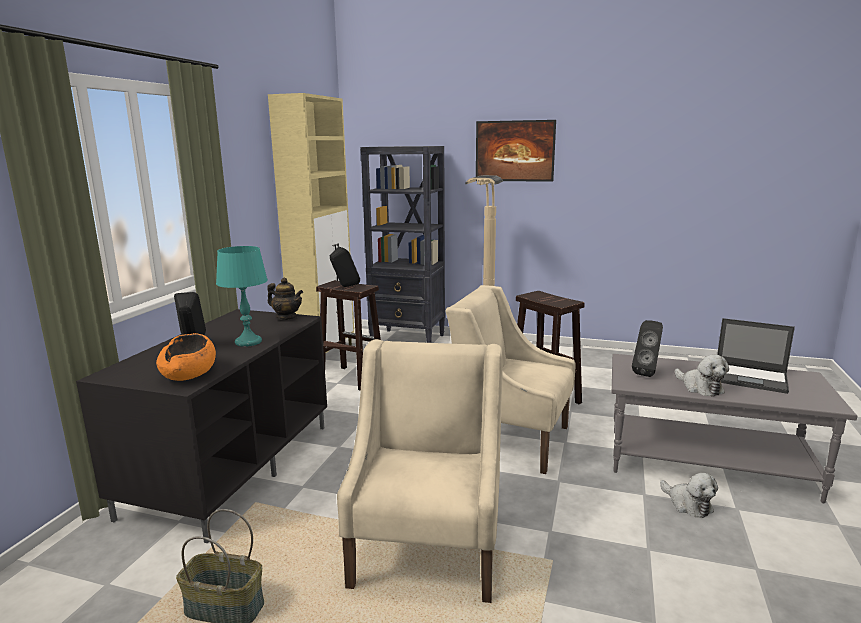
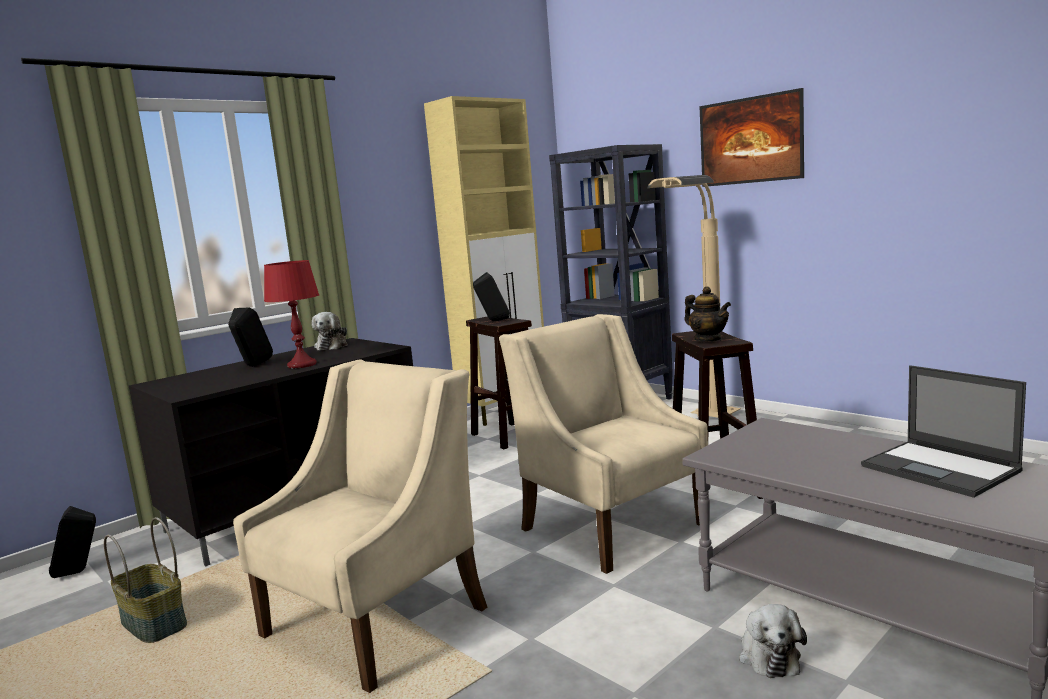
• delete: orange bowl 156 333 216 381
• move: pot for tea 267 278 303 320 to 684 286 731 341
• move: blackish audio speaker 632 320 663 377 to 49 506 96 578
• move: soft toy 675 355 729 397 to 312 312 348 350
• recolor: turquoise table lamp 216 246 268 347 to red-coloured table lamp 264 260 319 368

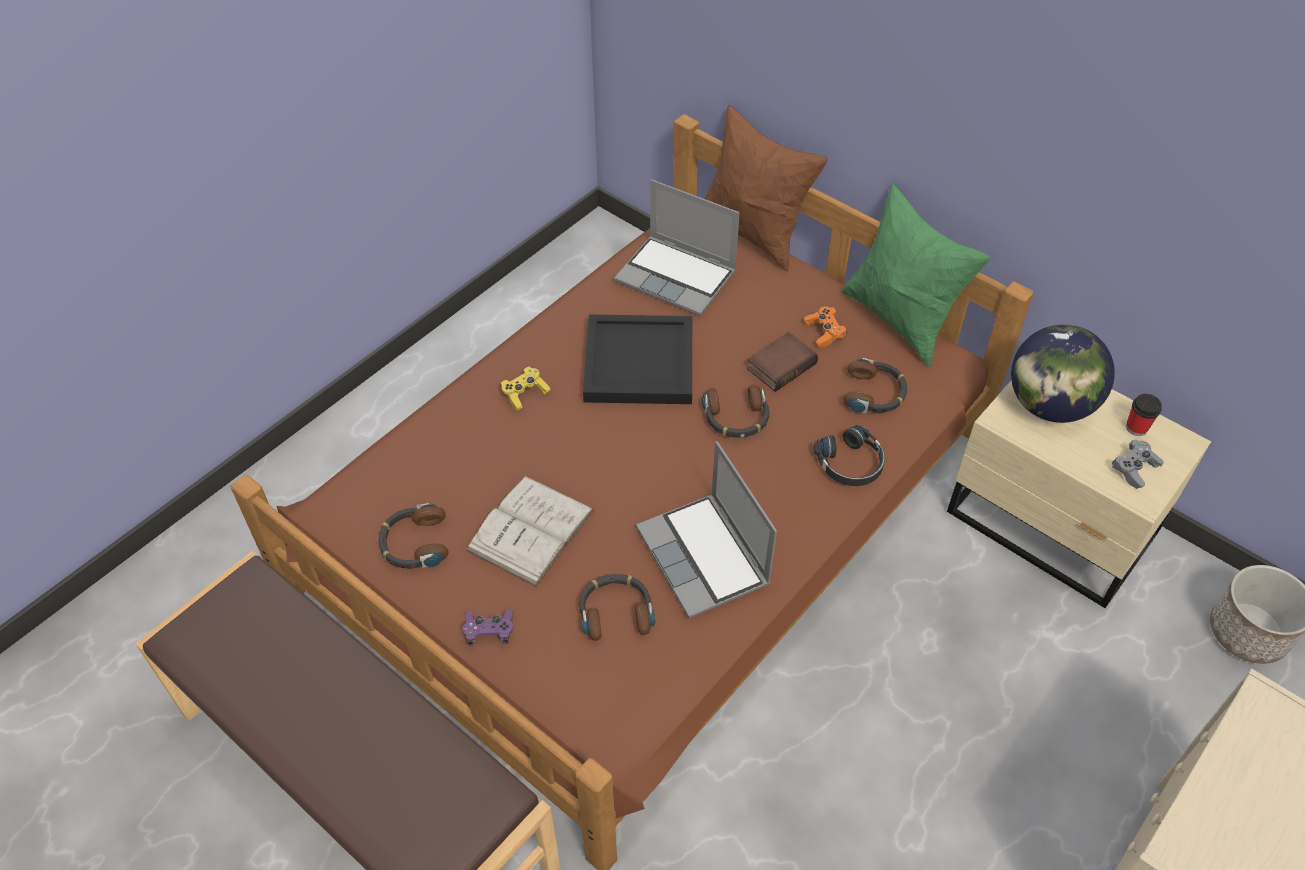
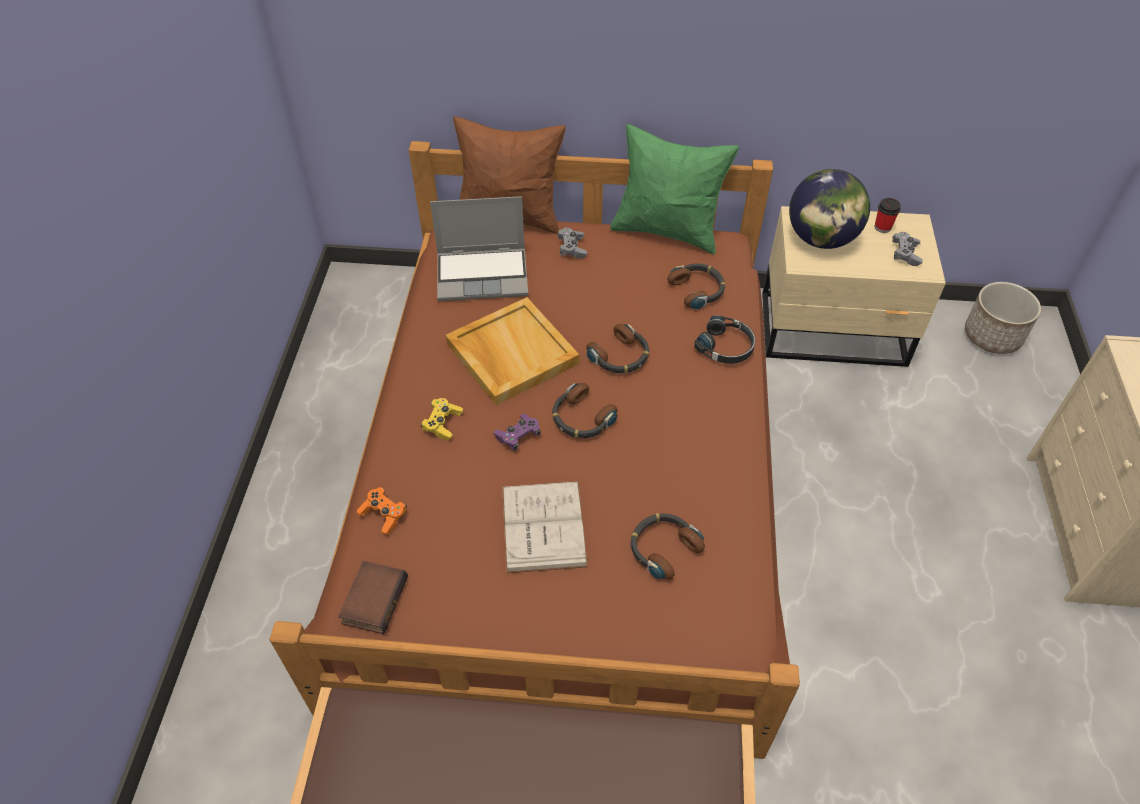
• delete: laptop 636 441 777 619
• insert: gray gamepad 557 227 587 259
• move: headphones 378 503 449 569 to 552 383 618 439
• move: purple gamepad 462 609 514 646 to 493 413 541 451
• move: bound book 747 332 818 392 to 338 561 408 634
• move: orange gamepad 804 306 848 348 to 357 487 407 534
• recolor: blackish tray 583 314 692 404 to beige-coloured tray 446 297 579 405

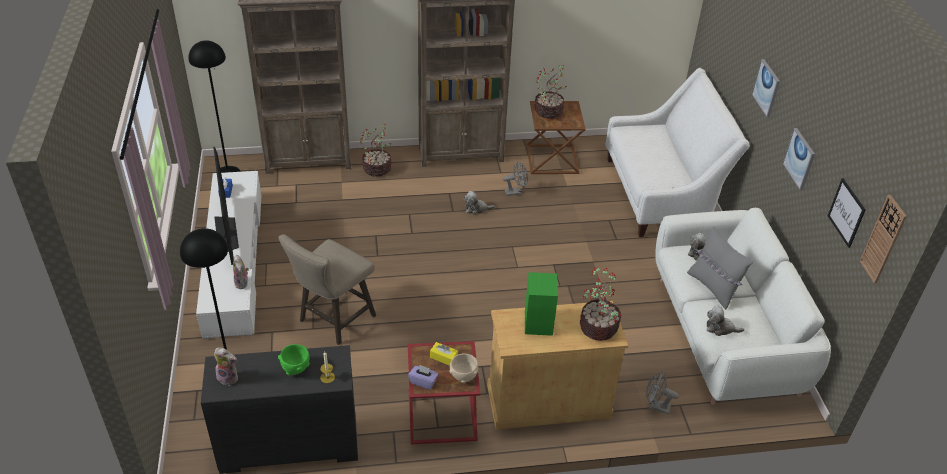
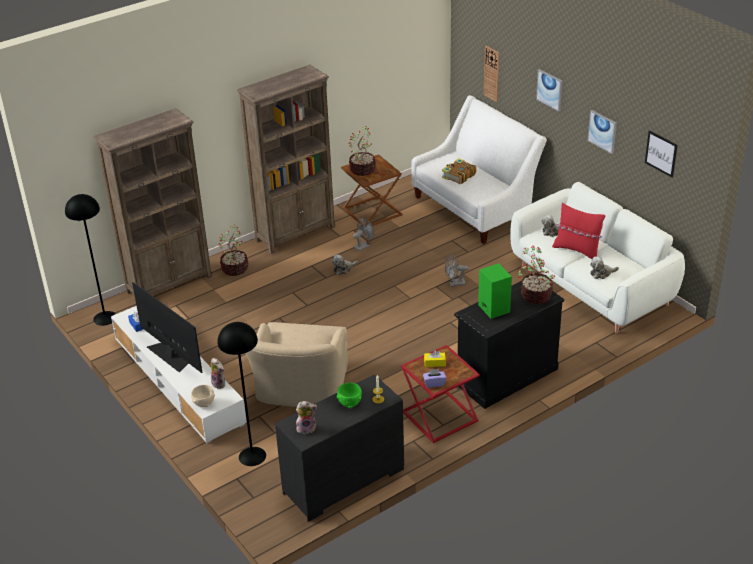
• insert: bound book 442 158 477 184
• move: beige-coloured bowl 449 354 478 383 to 191 385 215 407
• move: gray electric fan 646 371 679 414 to 445 255 469 287
• move: hanging clock 860 195 907 283 to 484 46 499 102
• replace: beige-coloured stool 279 234 376 345 to beige-coloured armchair 245 322 348 407
• recolor: beige-coloured storage cabinet 487 301 628 429 to blackish storage cabinet 454 281 564 409
• recolor: gray throw pillow 687 227 753 309 to red-coloured throw pillow 552 203 605 259

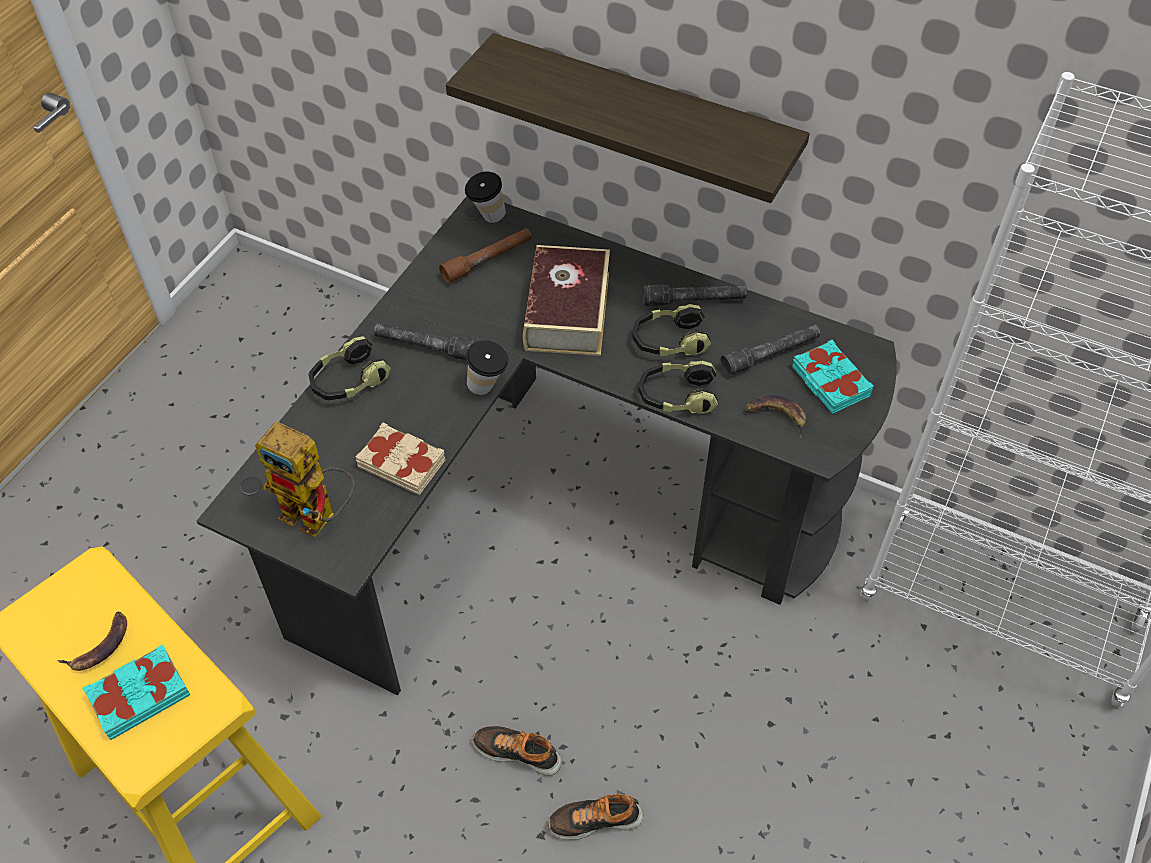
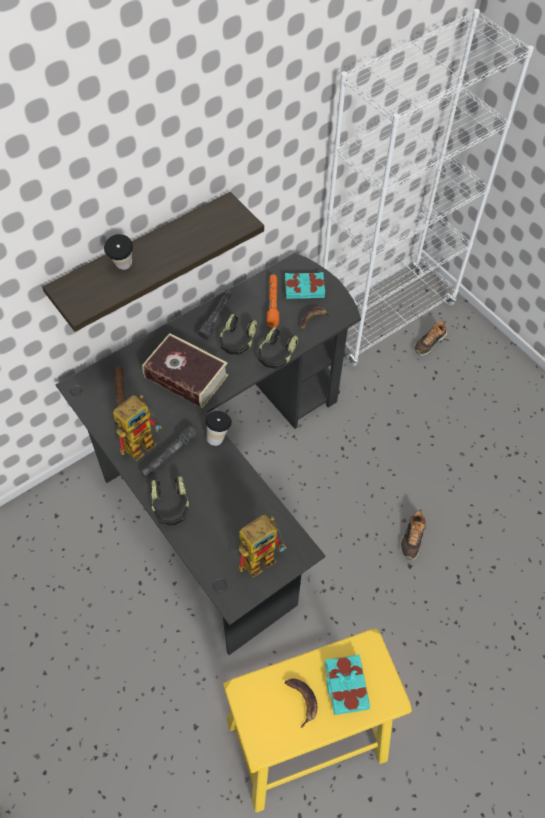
• delete: beige-coloured bound book 355 423 445 495
• insert: toy robot 113 395 162 461
• move: cup 465 172 506 223 to 104 234 133 270
• move: item of footwear 472 726 562 776 to 415 321 448 355
• recolor: gray torch 720 325 820 376 to orange torch 267 274 279 328

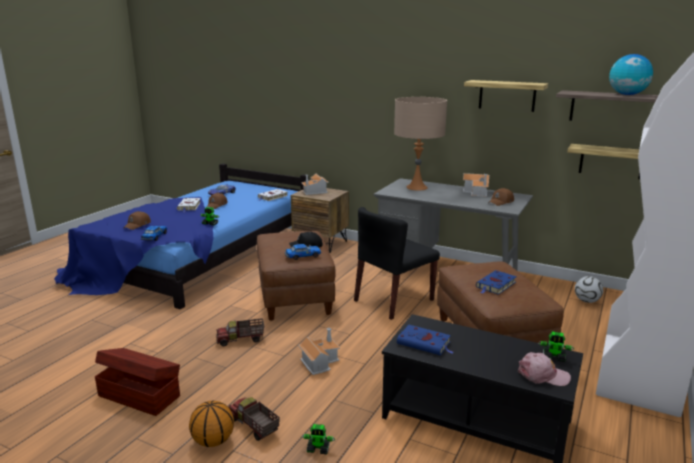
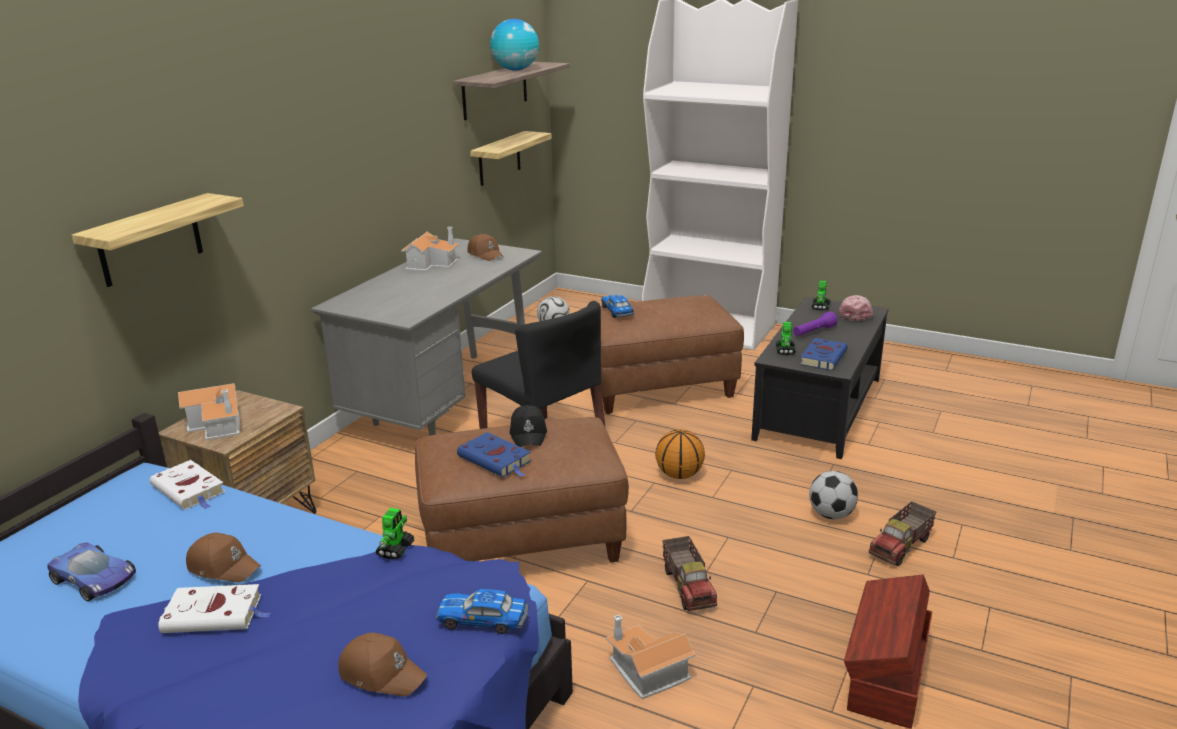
• delete: beige-coloured table lamp 394 97 447 191
• insert: purple torch 793 311 838 336
• insert: ball for football 809 471 858 519
• move: basketball ball 189 401 234 447 to 655 429 705 479
• move: miniature car 285 244 321 260 to 601 295 634 318
• move: model house 298 328 340 375 to 606 615 696 699
• move: toy robot 302 424 335 454 to 776 322 796 355
• move: bracket shelf 464 80 548 112 to 72 193 244 287
• move: blue bound book 476 270 517 295 to 457 432 531 477

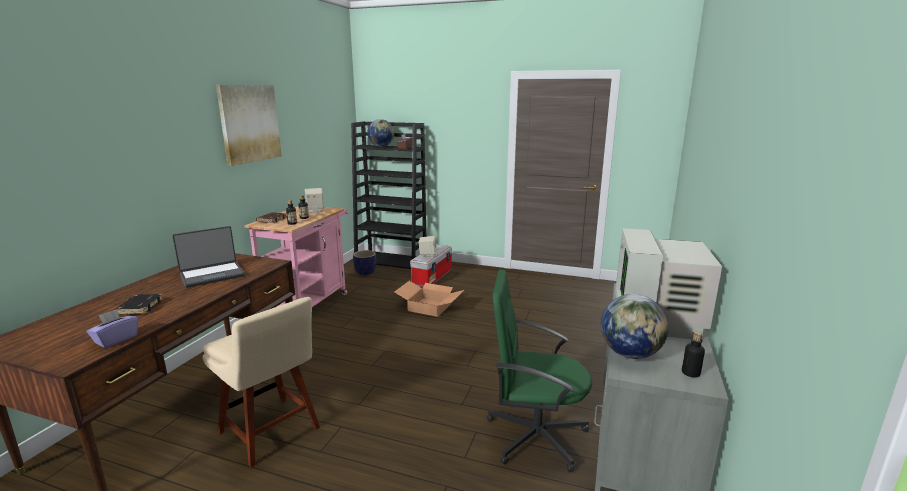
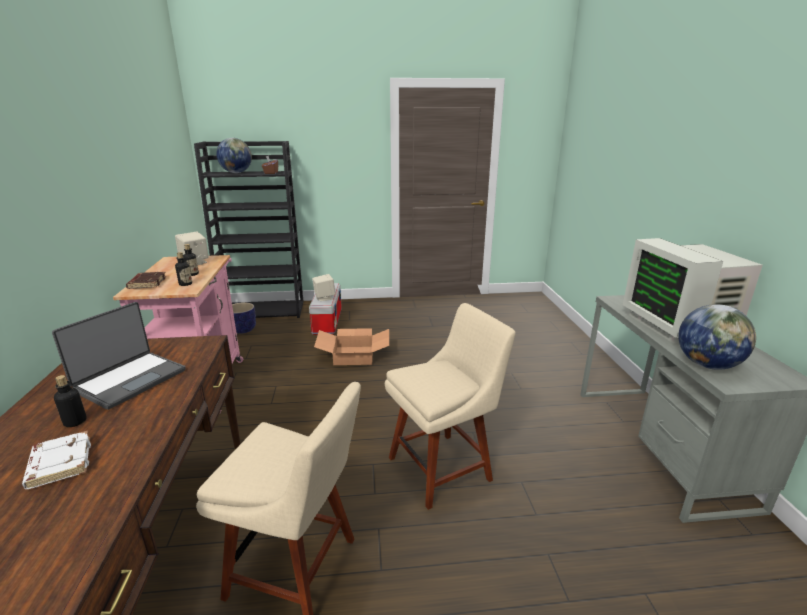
• delete: purple tissue holder 87 309 139 348
• delete: picture 216 85 282 166
• delete: green computer chair 487 270 592 472
• insert: beige-coloured plain chair 385 303 516 510
• move: beverage bottle 682 332 705 378 to 54 375 87 427
• recolor: blackish bound book 114 294 163 315 to whitish bound book 22 430 91 489

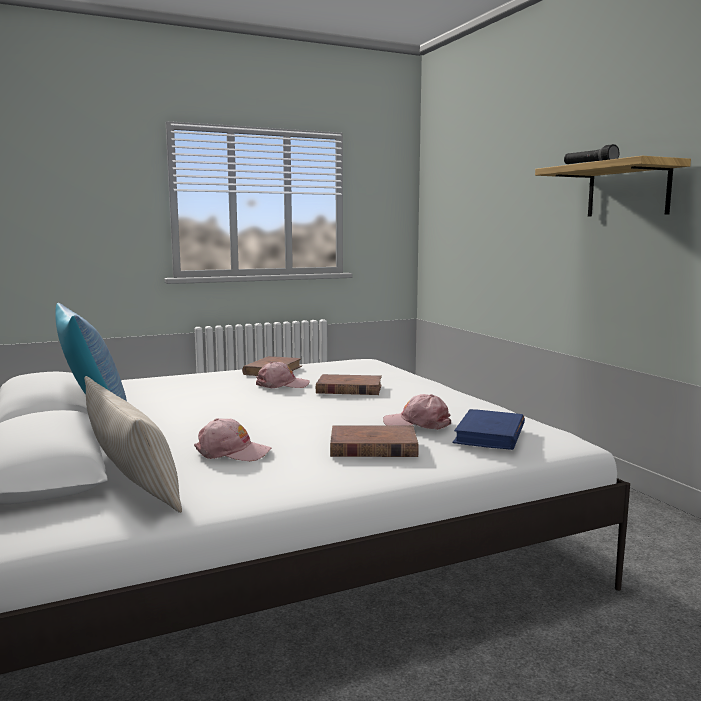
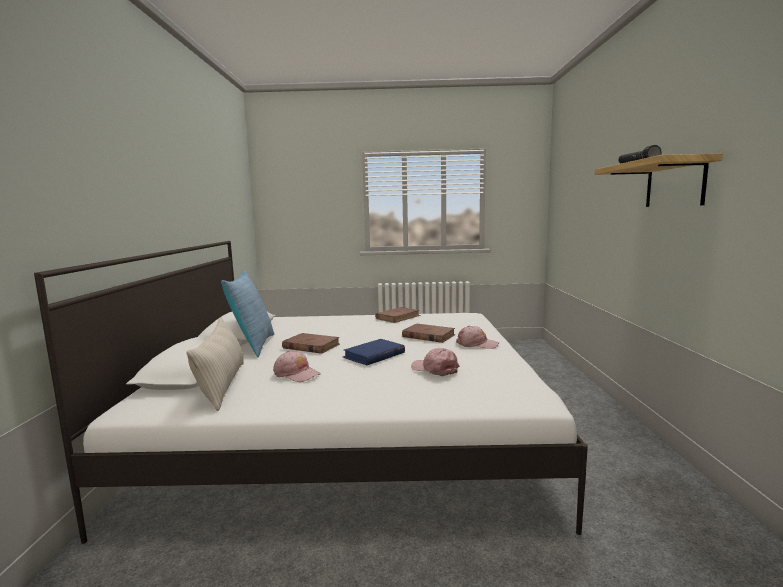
• move: pinkish peaked cap 256 362 310 388 to 456 326 499 349
• move: brownish bound book 330 426 419 457 to 282 333 340 354
• move: blue bound book 453 409 525 450 to 343 339 405 365

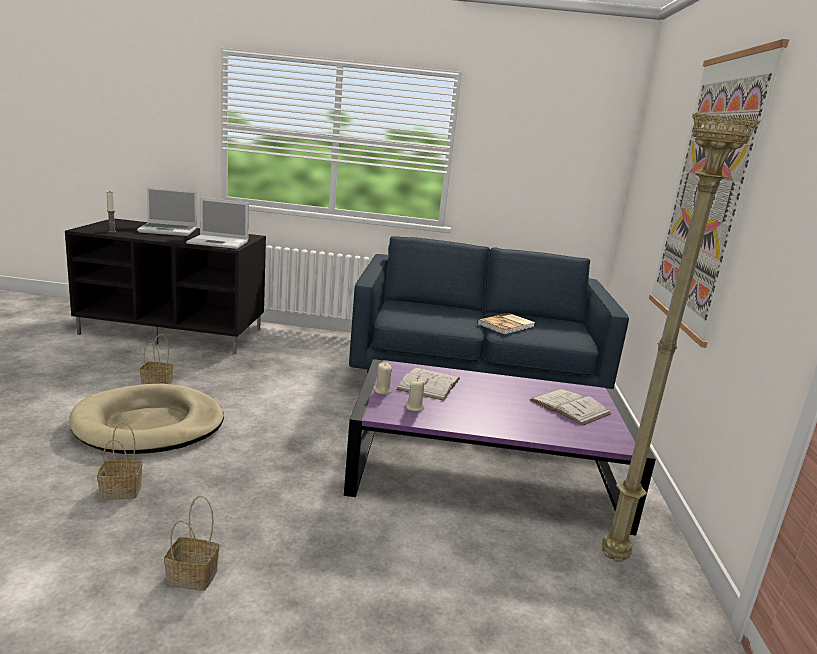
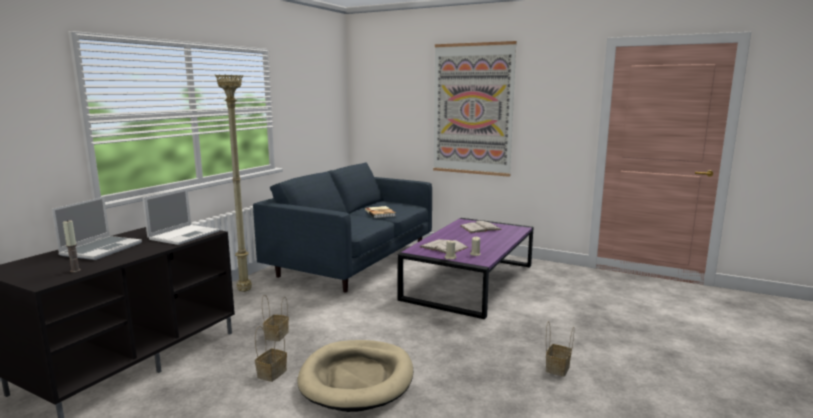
• move: basket 97 422 142 499 to 262 295 289 341
• move: beige-coloured standard lamp 602 113 761 562 to 215 74 252 292

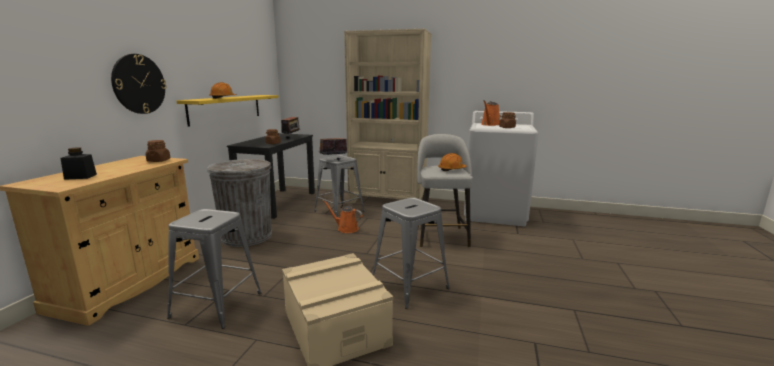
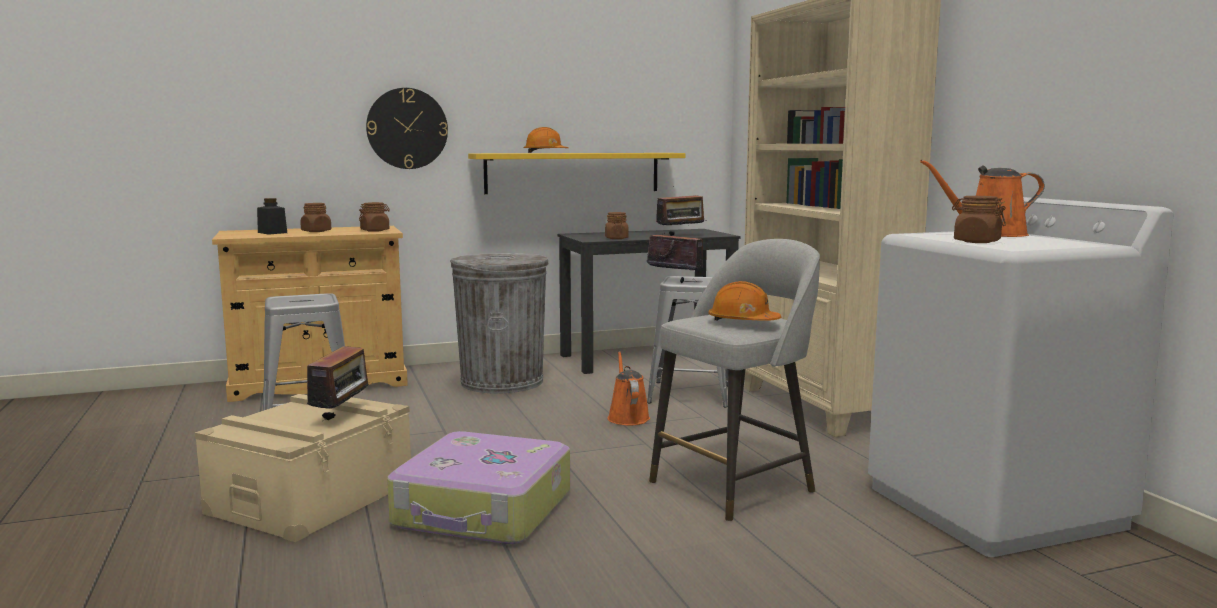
• insert: brownish preserve jar 300 203 332 232
• insert: radio 307 342 373 421
• replace: gray stool 372 198 450 309 to travel case 387 431 570 544

